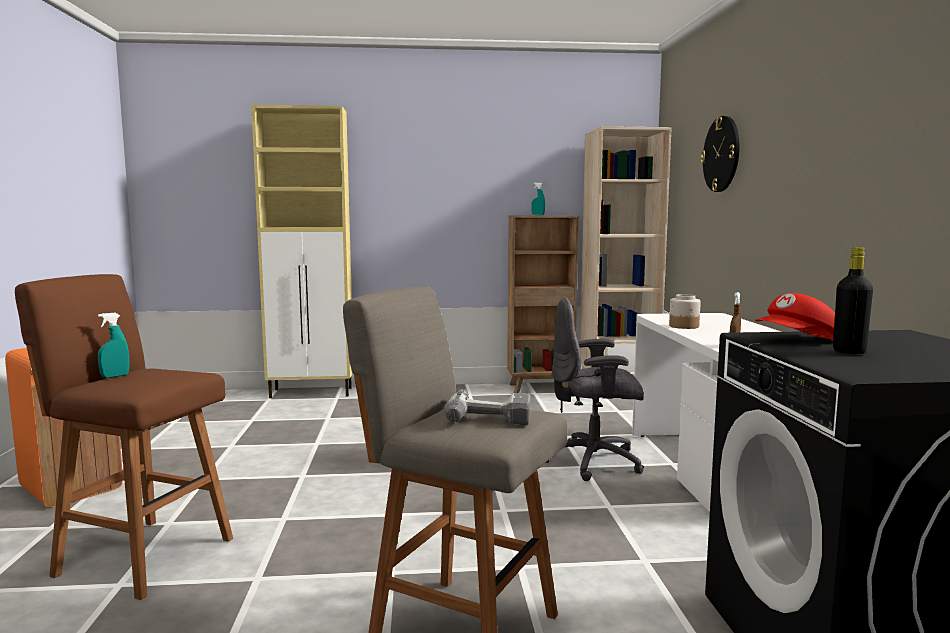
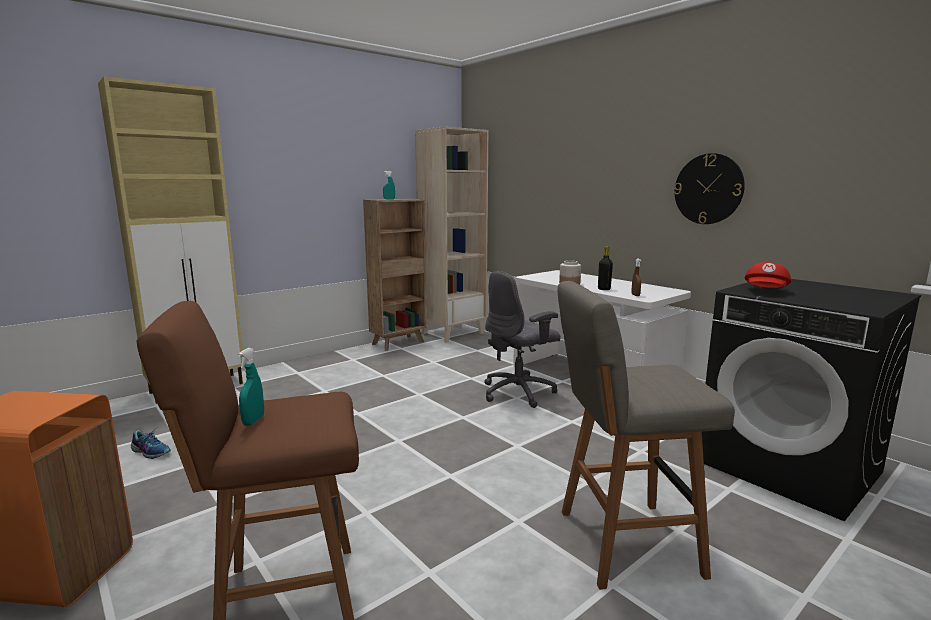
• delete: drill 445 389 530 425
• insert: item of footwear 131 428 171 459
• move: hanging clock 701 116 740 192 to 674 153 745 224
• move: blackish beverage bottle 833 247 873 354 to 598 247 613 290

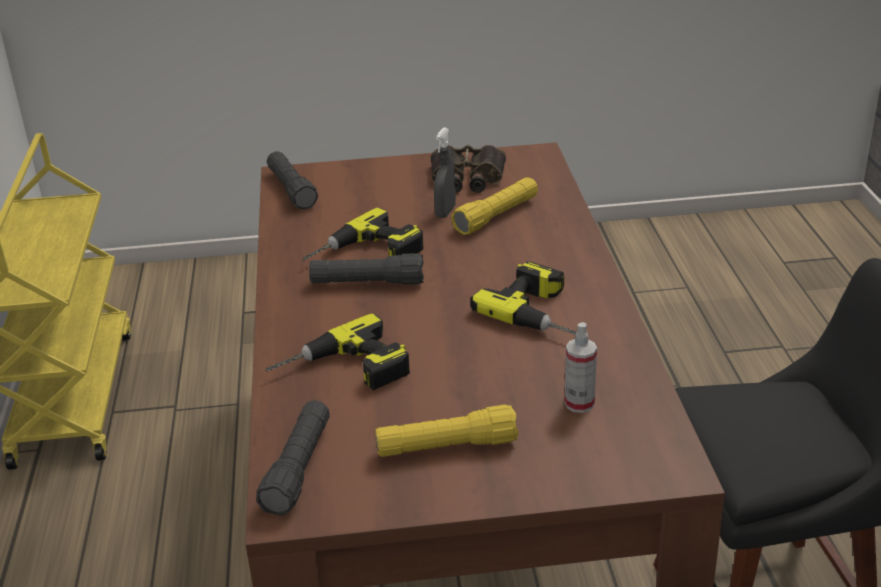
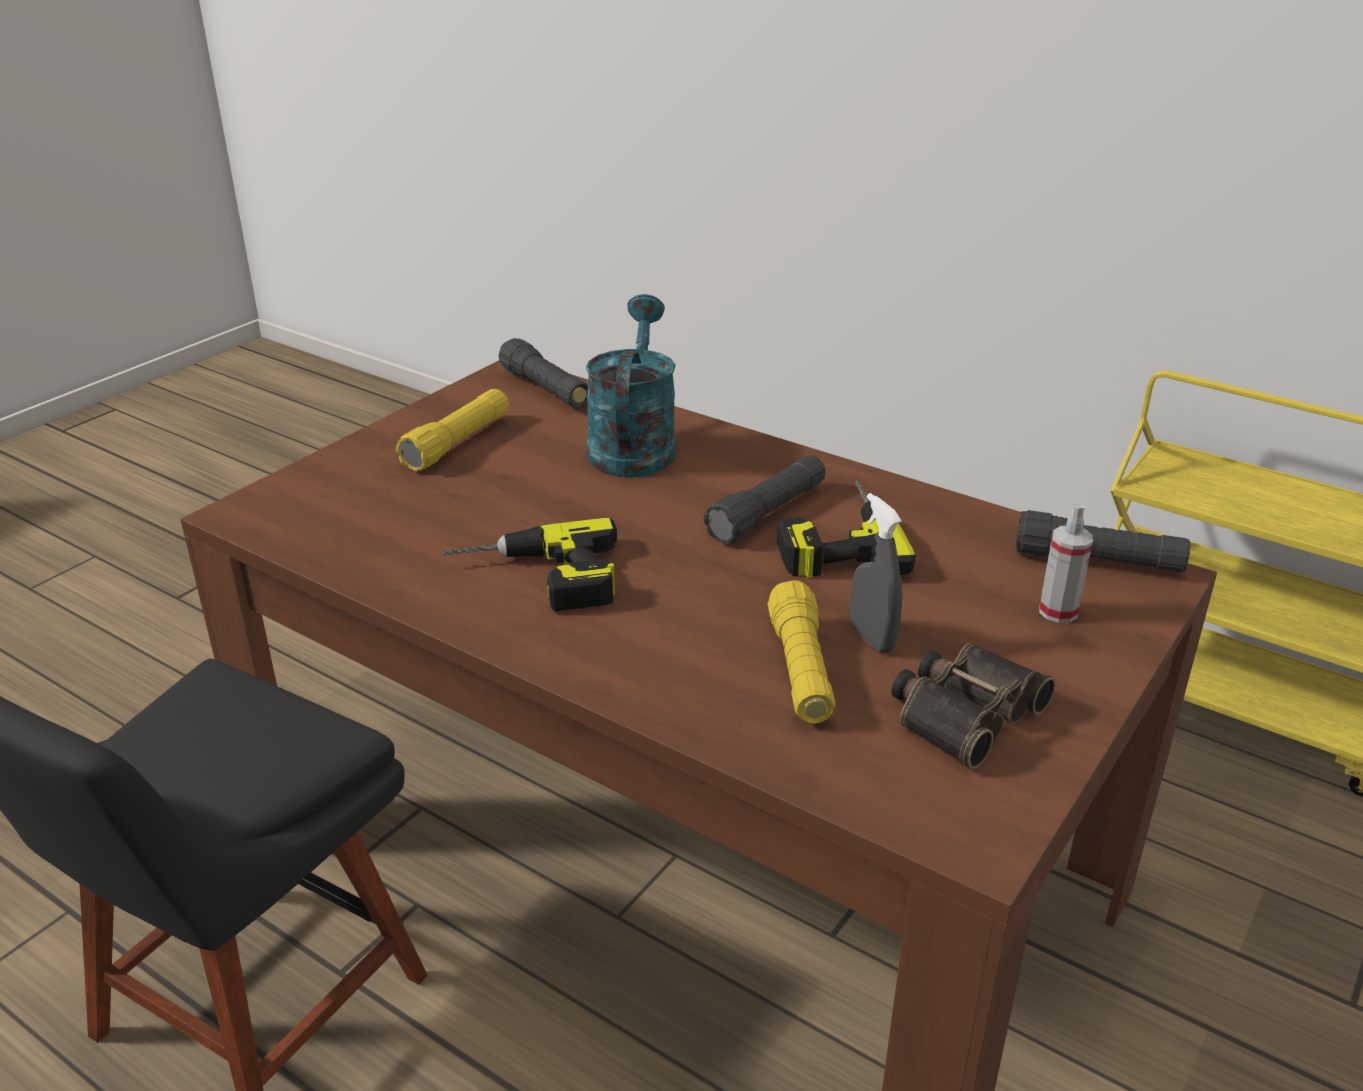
• move: sprayer 565 322 597 413 to 1039 503 1093 623
• replace: drill 265 313 410 390 to turquoise watering pot 585 294 676 477

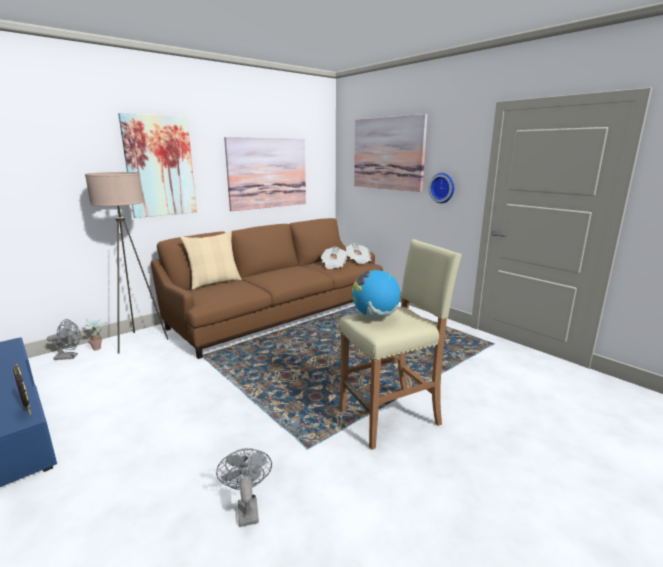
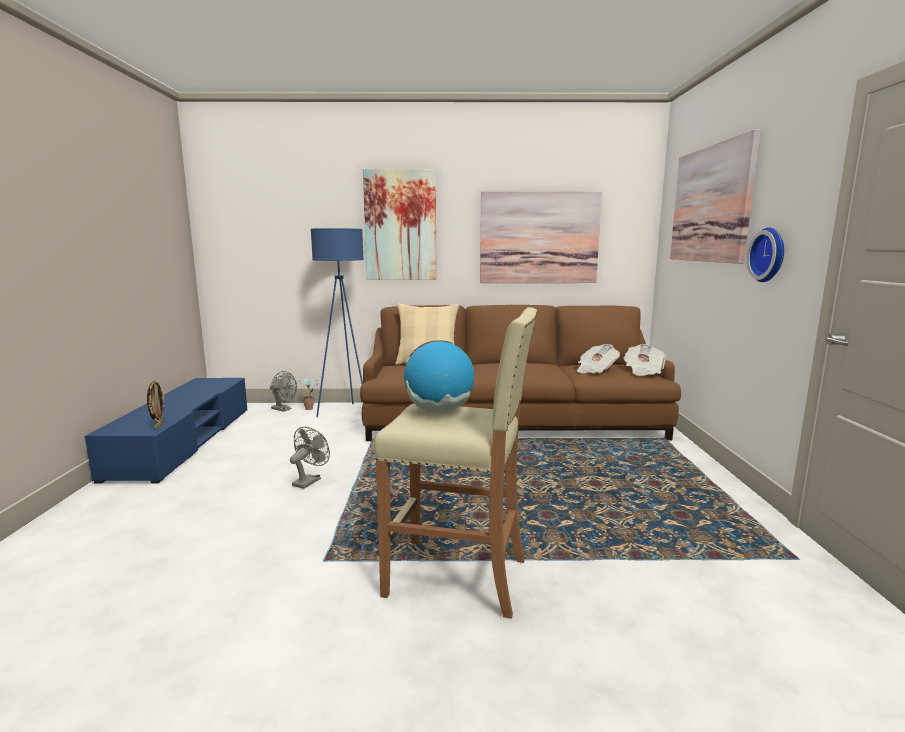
• move: gray electric fan 216 448 272 527 to 290 427 330 489
• recolor: beige-coloured standard lamp 85 172 168 354 to blue standard lamp 310 228 364 417

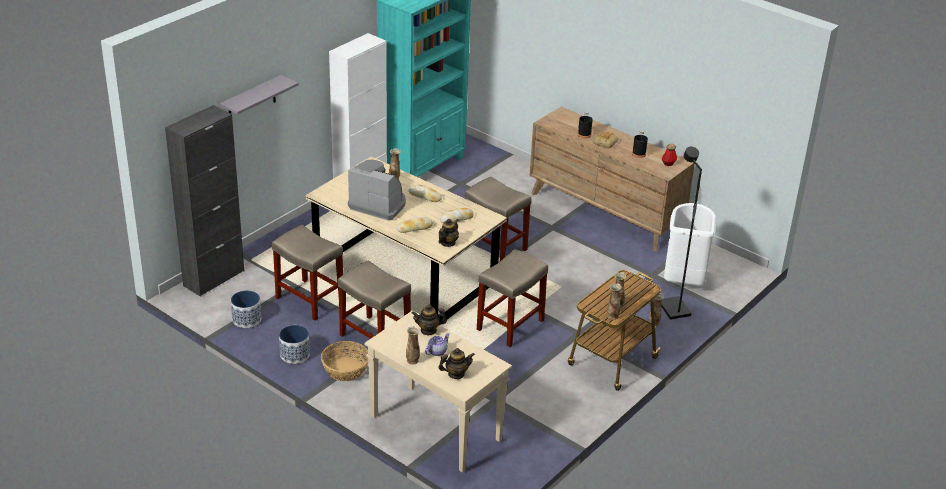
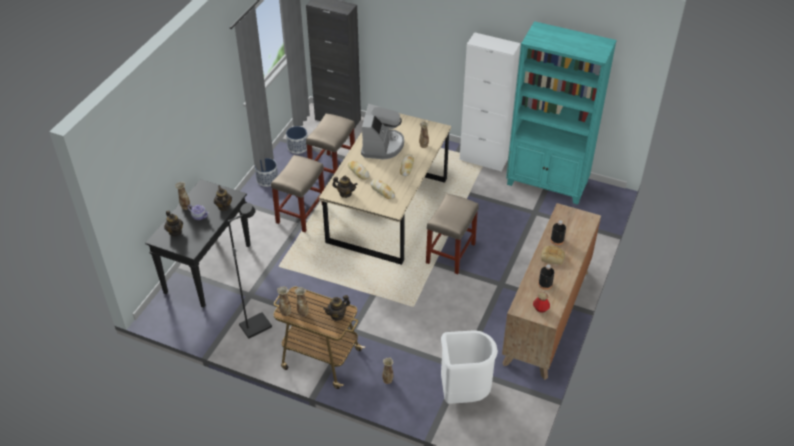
• delete: gray bracket shelf 220 75 299 115
• delete: basket 321 341 368 381
• delete: beige-coloured stool 477 249 548 347
• insert: pot for tea 323 295 350 321
• move: blackish standard lamp 661 147 702 320 to 228 203 272 339
• recolor: beige-coloured console table 364 310 512 473 to blackish console table 145 179 251 308

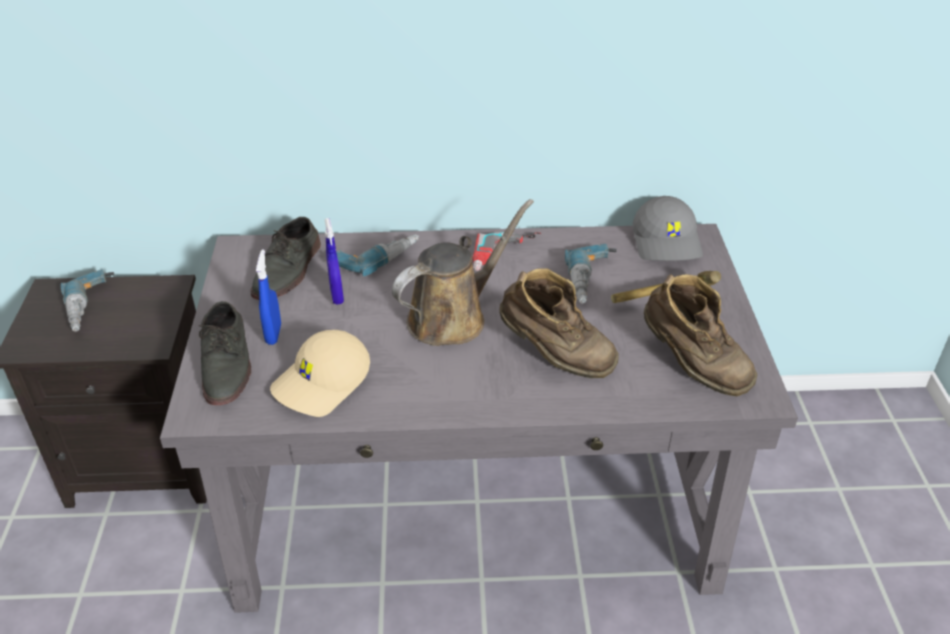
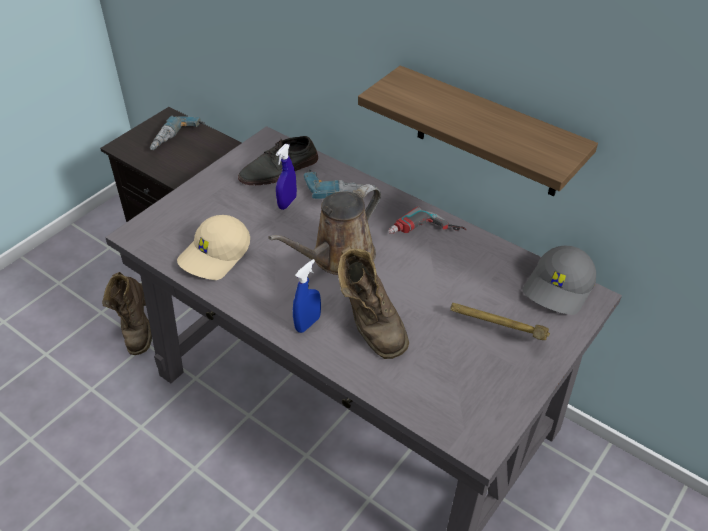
• delete: gray item of footwear 199 301 251 405
• delete: drill 565 244 617 304
• insert: bracket shelf 358 65 598 196
• move: blue sprayer 256 250 281 345 to 293 259 321 333
• move: brownish high-top boot 644 274 758 396 to 102 272 152 355
• rotate: beige-coloured peaked cap 270 330 370 417 = 177 215 250 280 45 degrees counterclockwise
• rotate: brownish watering pot 392 199 534 346 = 268 184 381 275 135 degrees clockwise

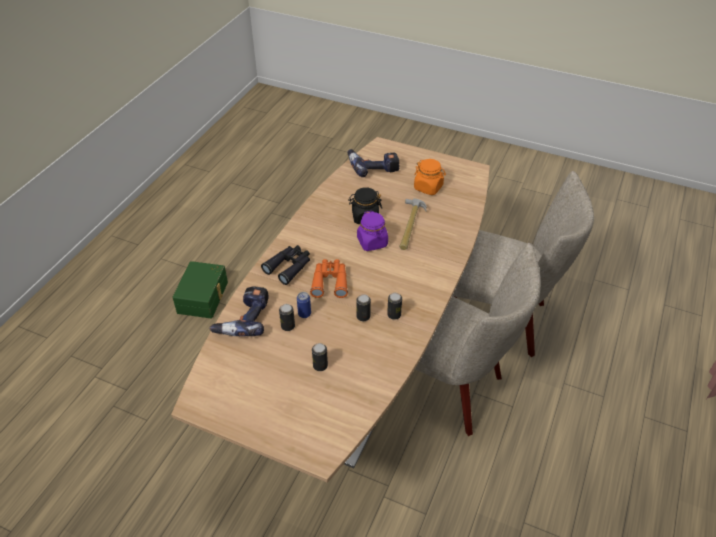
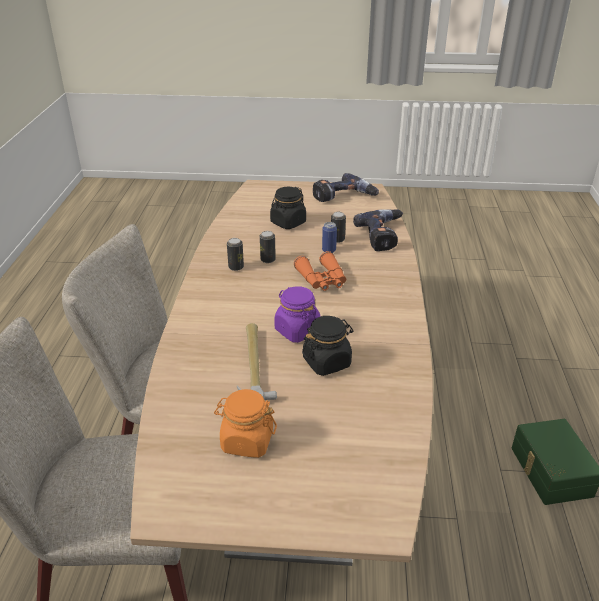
• delete: blackish field glasses 261 245 310 285
• move: drill 348 149 399 177 to 313 173 379 202
• replace: sealed can 312 343 328 371 to blackish preserve jar 270 187 306 229

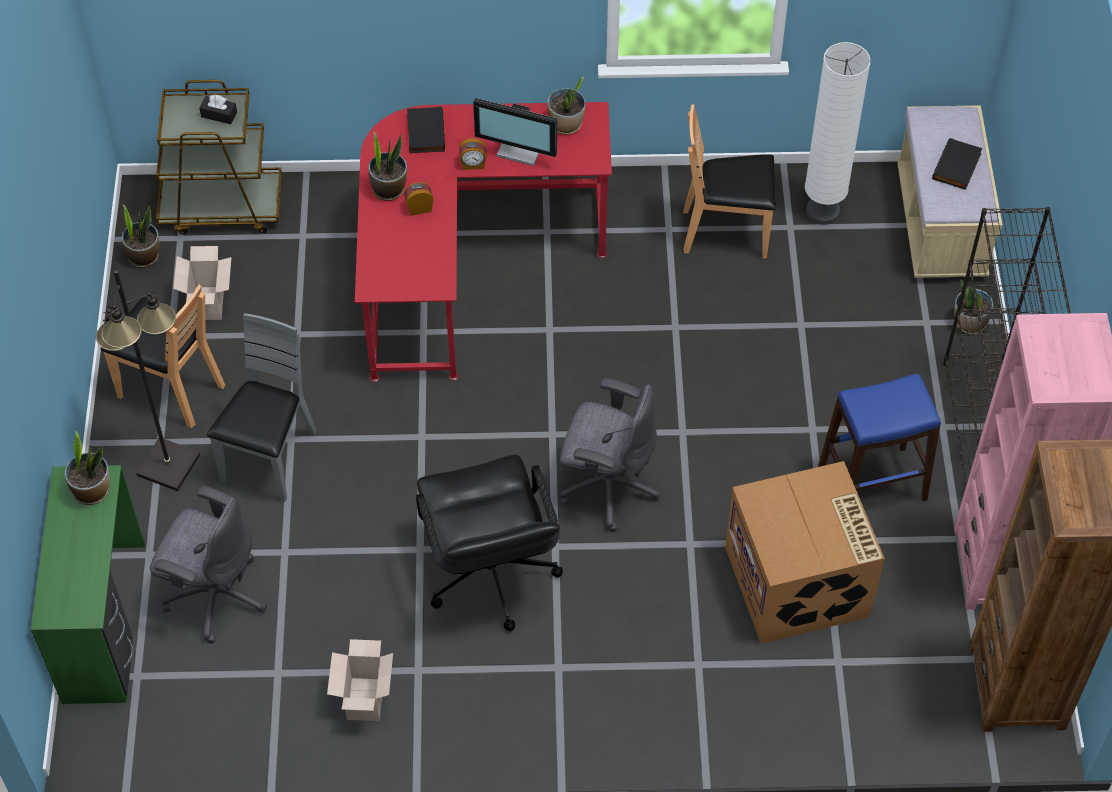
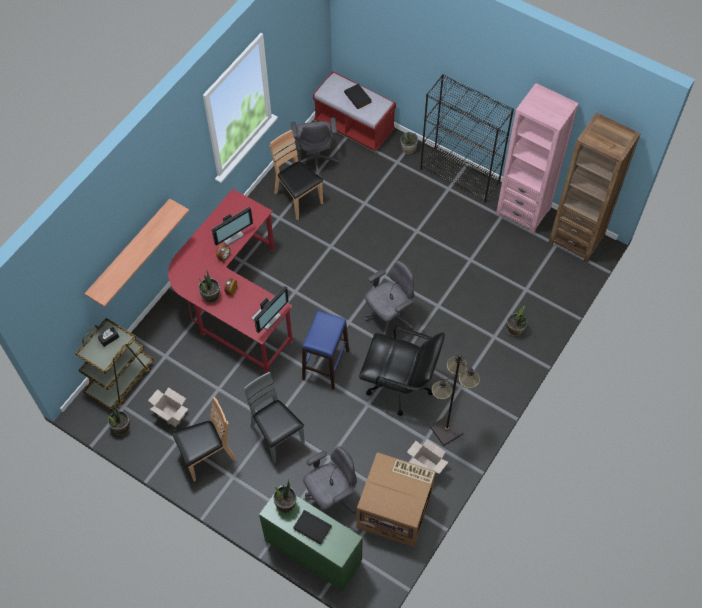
• insert: bracket shelf 84 199 189 307
• insert: computer screen 251 286 289 333
• move: blackish standard lamp 96 270 200 491 to 430 355 480 446
• move: blackish bound book 407 107 445 153 to 293 510 332 545
• move: potted plant 547 77 586 134 to 507 306 528 336
• move: packing box 725 461 885 644 to 357 452 436 547
• move: blue stool 818 374 941 501 to 302 311 349 390
• replace: whitish standard lamp 805 42 871 225 to gray computer chair 291 117 339 178
• recolor: beige-coloured long seat 897 105 1002 278 to red-coloured long seat 313 71 396 151
• rotate: brownish plain chair 683 104 776 259 = 270 130 323 220 105 degrees clockwise

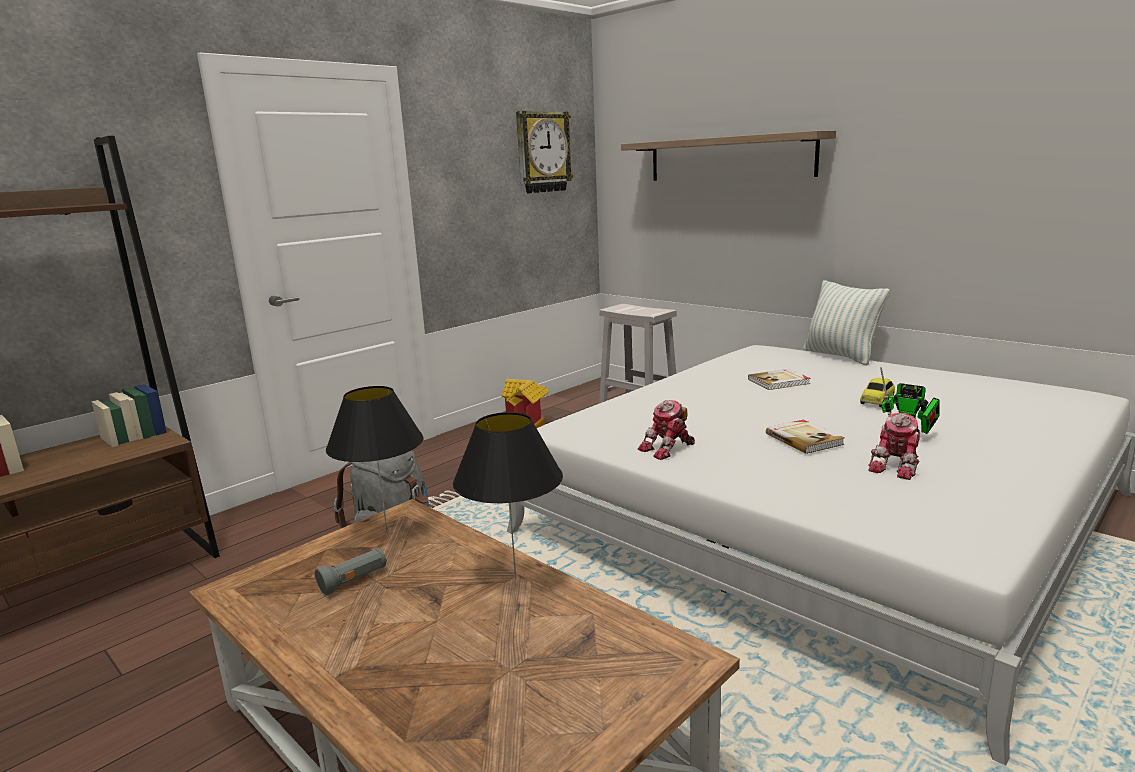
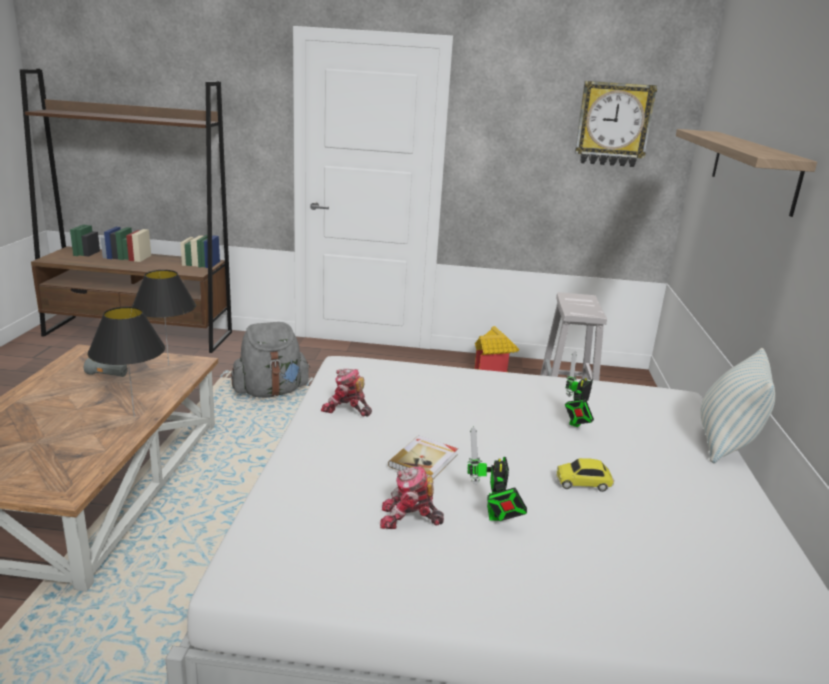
• replace: bound book 748 369 810 390 to toy robot 565 351 594 427

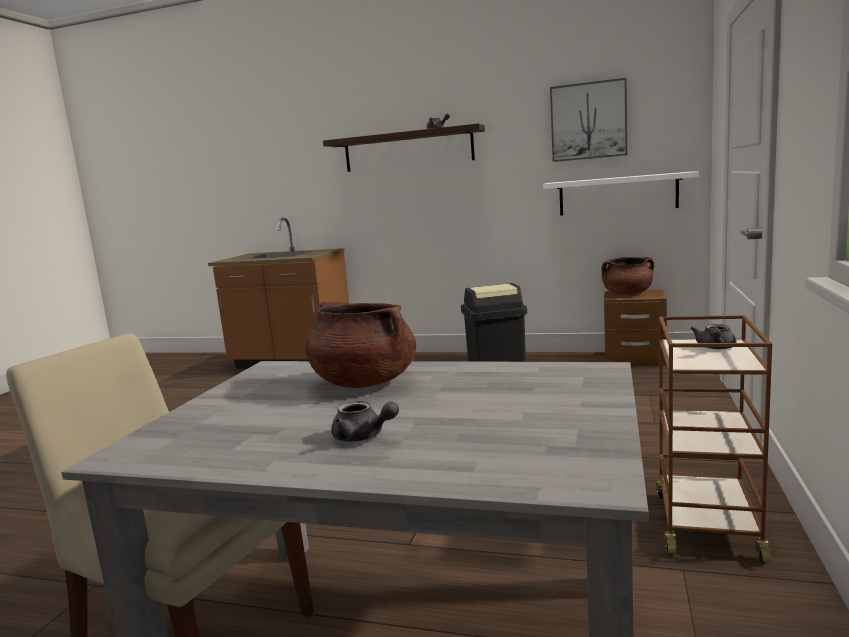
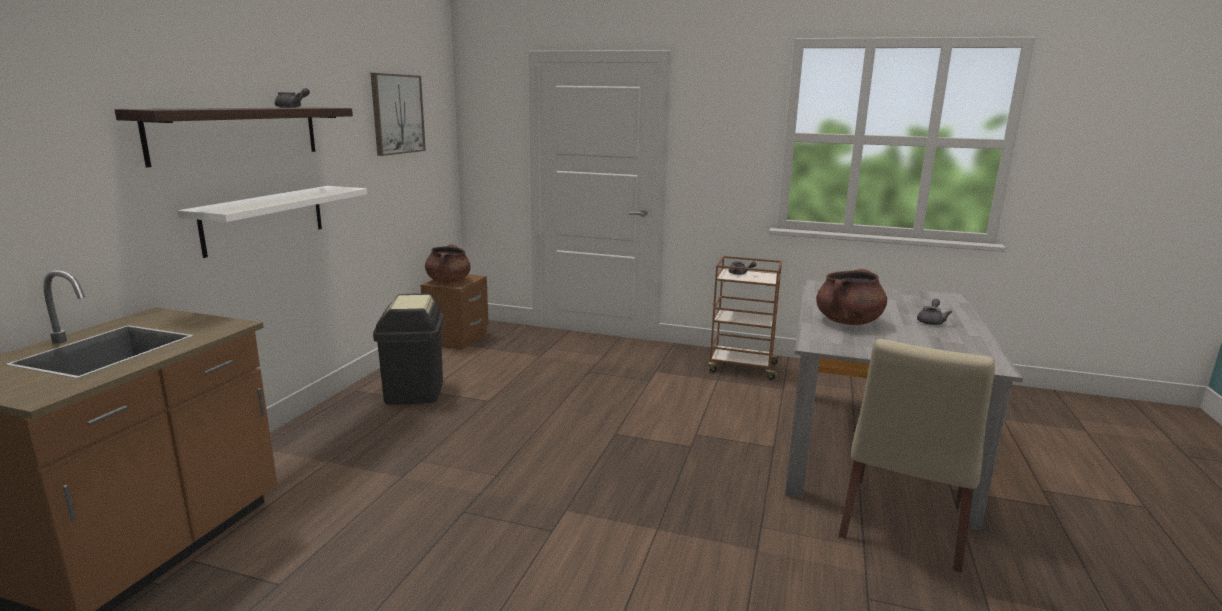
• move: whitish bracket shelf 543 171 699 216 to 178 186 367 258

